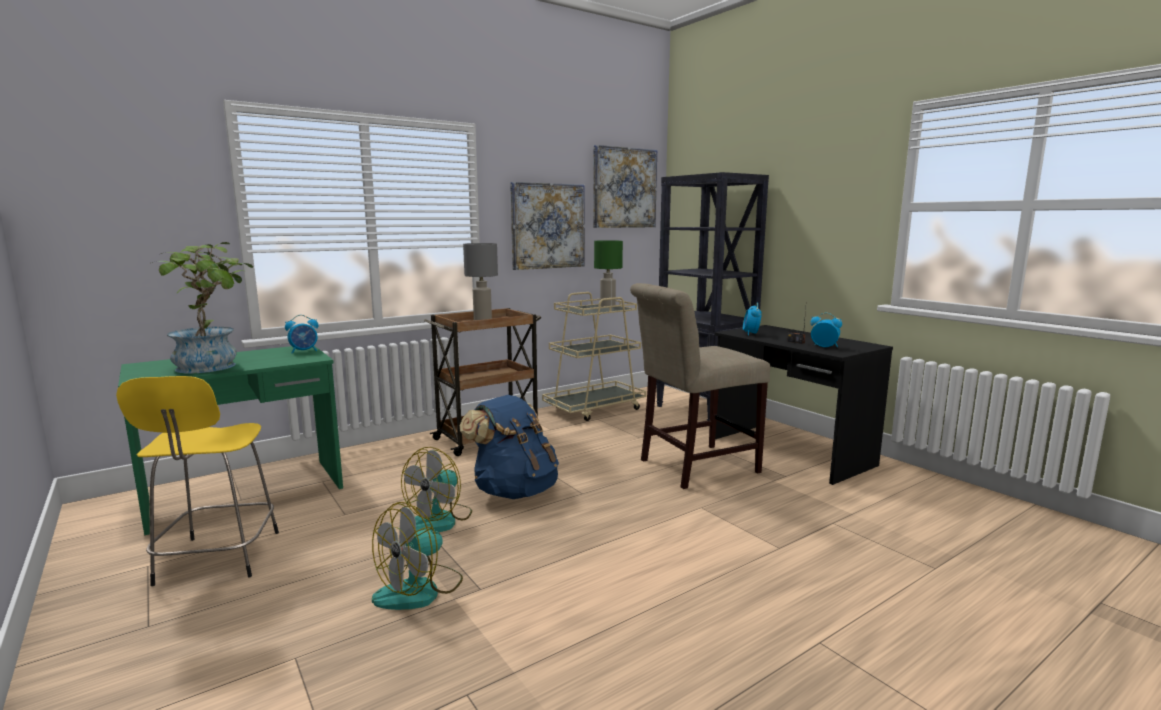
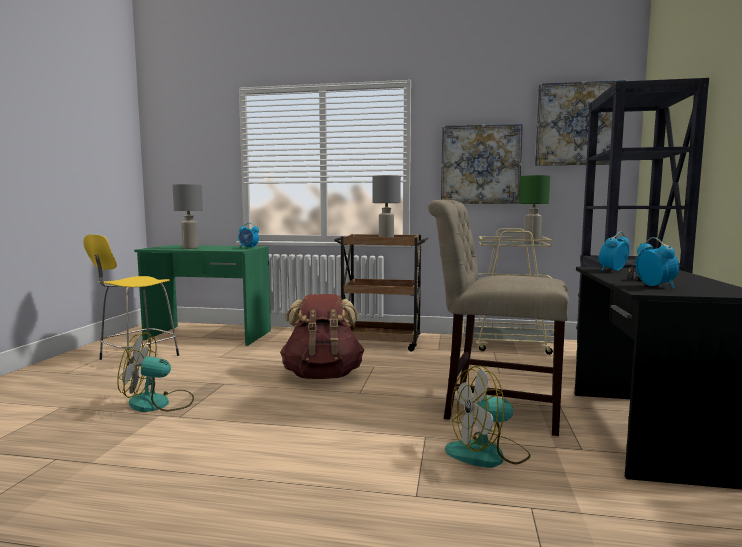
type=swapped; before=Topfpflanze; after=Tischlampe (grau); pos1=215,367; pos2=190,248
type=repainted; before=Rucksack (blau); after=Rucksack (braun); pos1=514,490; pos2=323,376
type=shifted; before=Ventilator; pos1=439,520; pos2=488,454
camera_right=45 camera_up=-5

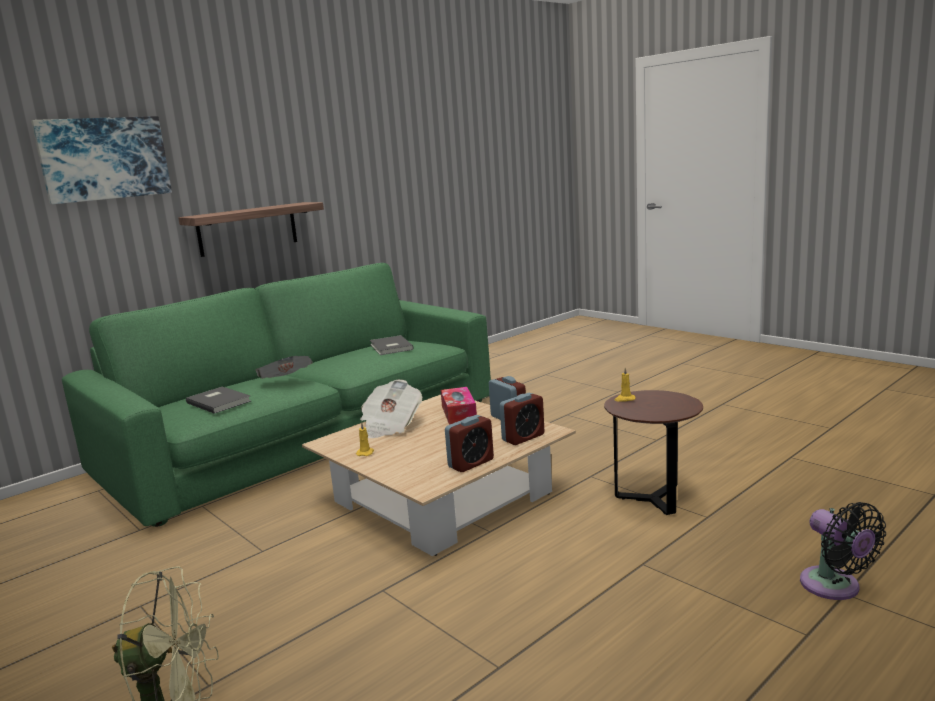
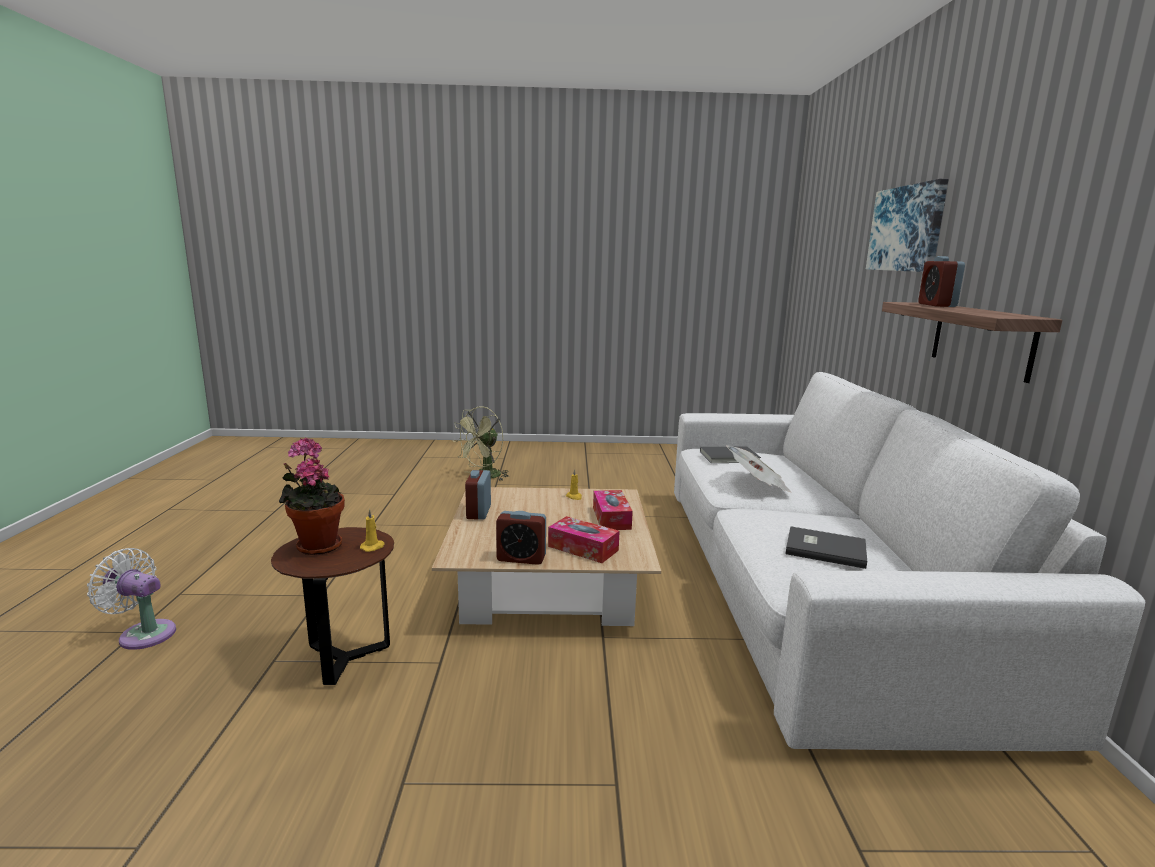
type=repainted; before=Ventilator (schwarz); after=Ventilator (weiß); pos1=834,587; pos2=143,633
type=new; after=Topfpflanze; pos2=316,545
type=swapped; before=Zeitung; after=Taschentuchbox; pos1=390,426; pos2=611,518
type=repainted; before=Sofa (grün); after=Sofa (weiß); pos1=305,436; pos2=809,585
type=shifted; before=Wecker; pos1=523,437; pos2=936,305
camera_right=130 camera_up=0

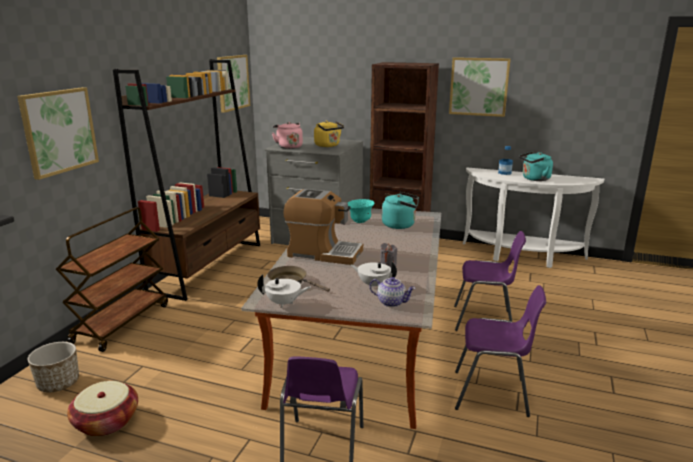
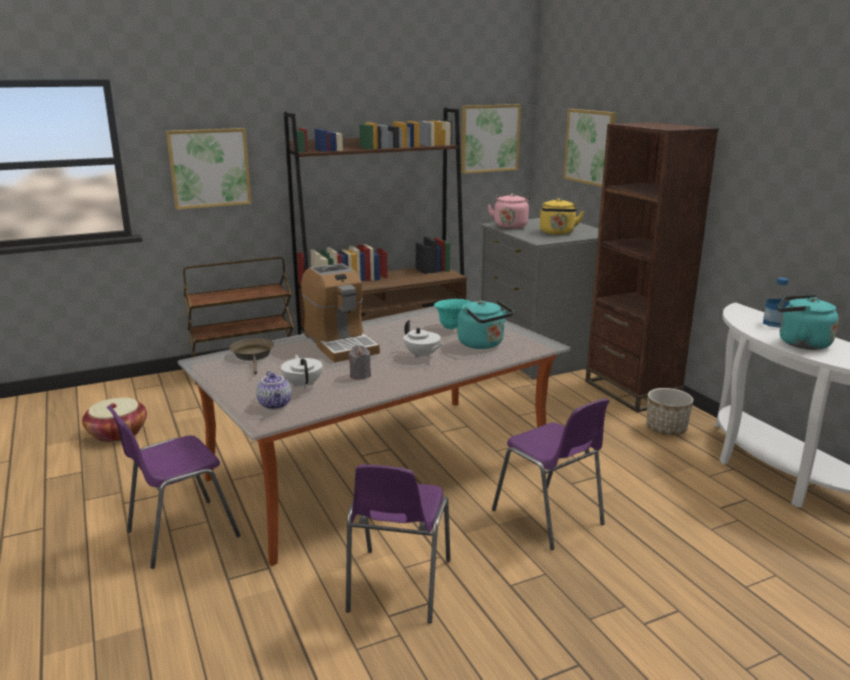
type=rotated; before=Stuhl (lila); pos1=492,394; pos2=397,587; turn=45
type=shifted; before=Teekanne (weiß); pos1=284,303; pos2=422,356
type=shifted; before=Bild; pos1=479,86; pos2=590,147
type=shifted; before=Pflanzkübel; pos1=58,383; pos2=666,429
camera_right=45 camera_up=0

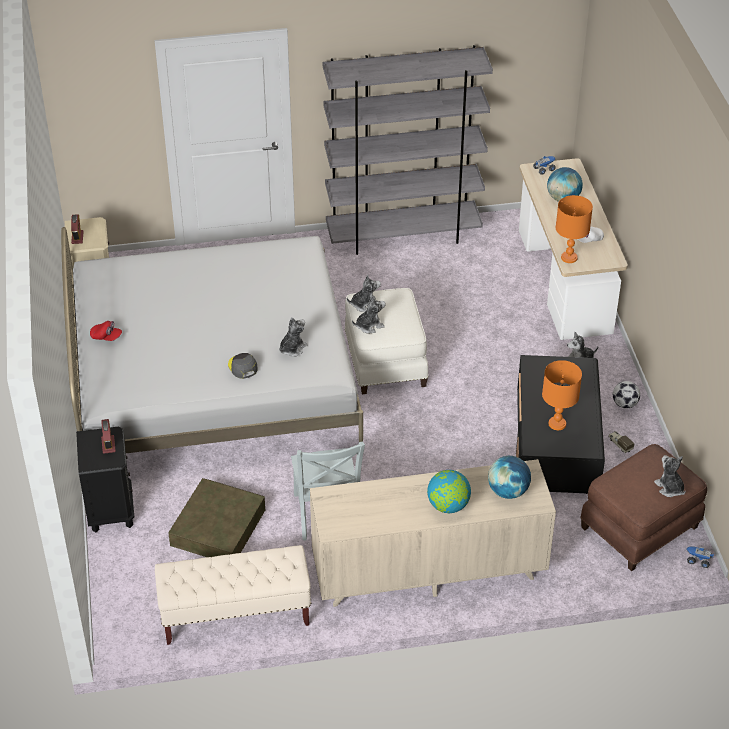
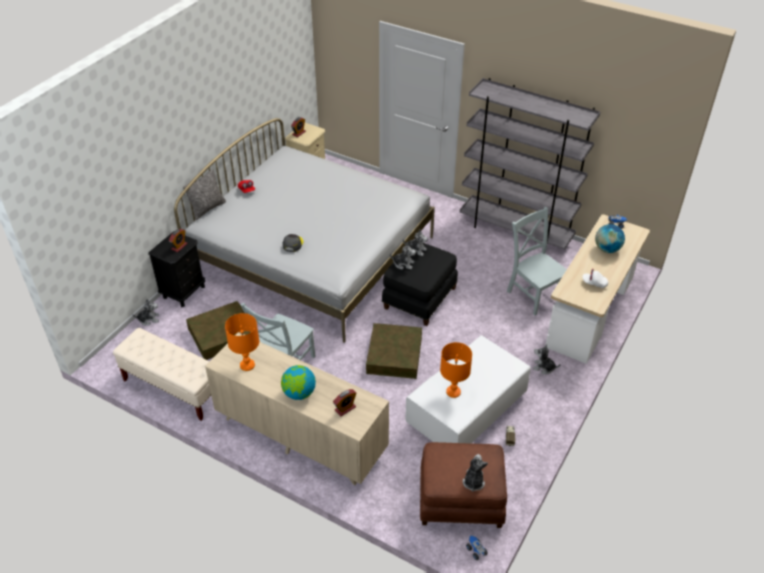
type=shifted; before=Plüschtier; pos1=292,348; pos2=149,319
type=new; after=Kissen; pos2=207,208
type=shifted; before=Tischlampe (orange); pos1=569,257; pos2=247,365
type=swapped; before=Globus; after=Wecker; pos1=508,491; pos2=345,408
type=new; after=Aufbewahrungsbox (braun); pos2=394,355
type=repainted; before=Polsterhocker (weiß); after=Polsterhocker (schwarz); pos1=384,362; pos2=419,297
type=repainted; before=Couchtisch (schwarz); after=Couchtisch (weiß); pos1=555,445; pos2=466,410
type=new; after=Stuhl (grau); pos2=533,294
type=gone; before=Fußball; pos1=624,404
camera_right=40 camera_up=0

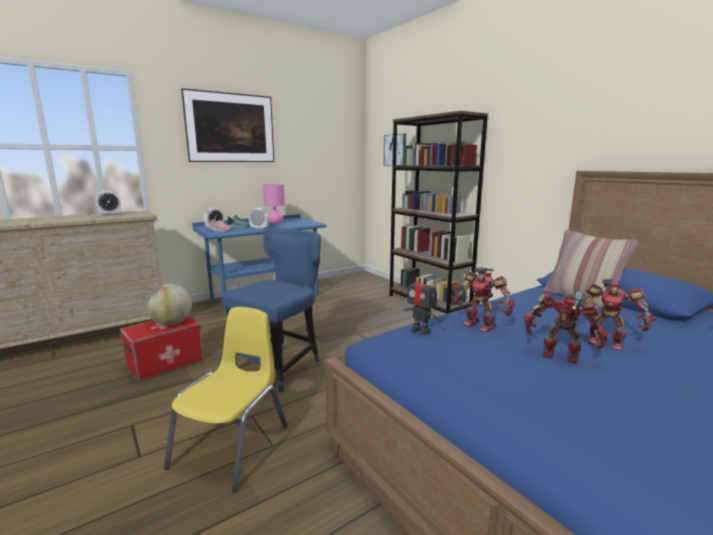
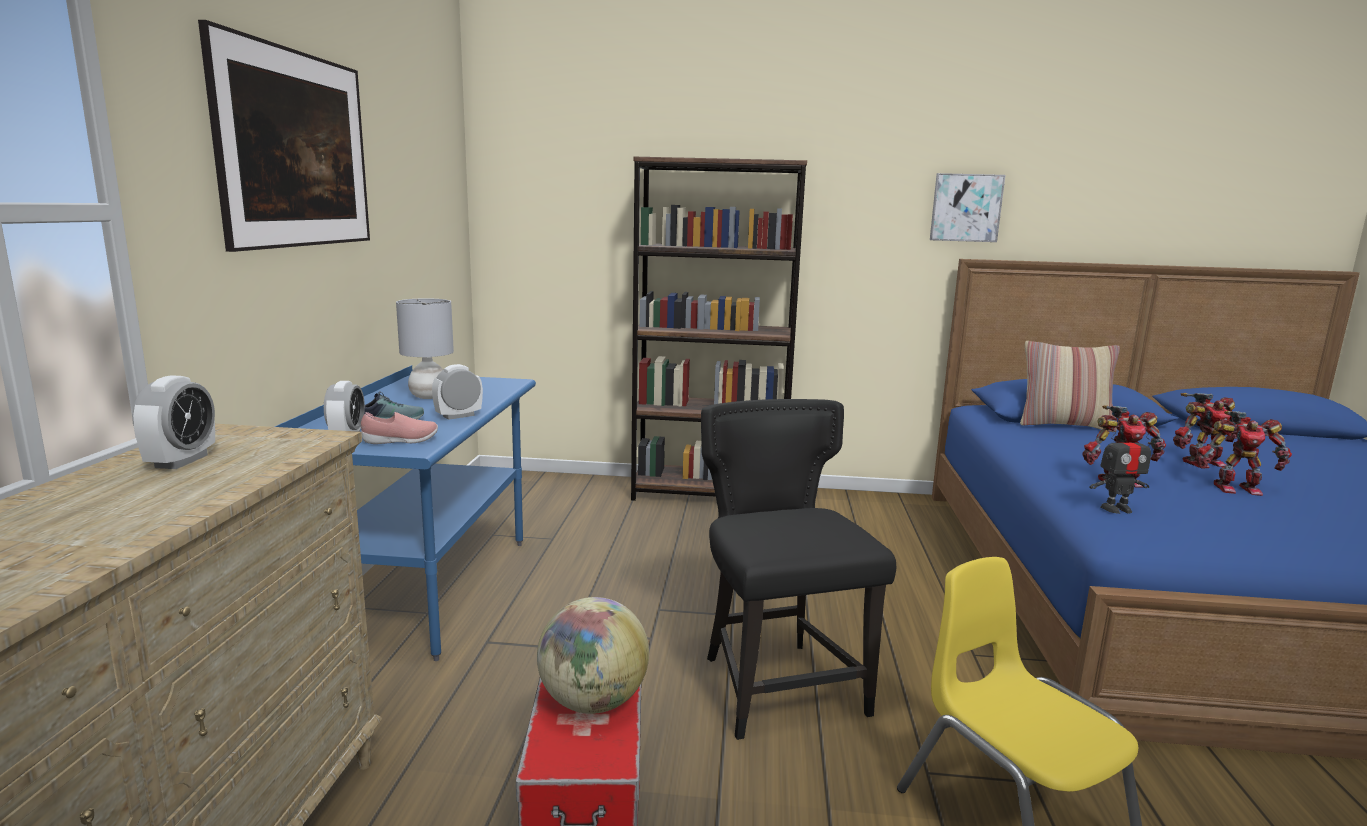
type=repainted; before=Tischlampe (rosa); after=Tischlampe (grau); pos1=275,223; pos2=428,396
type=repainted; before=Stuhl (blau); after=Stuhl (schwarz); pos1=280,367; pos2=778,685
type=shifted; before=Bild; pos1=395,150; pos2=966,208
type=rotated; before=Spielzeugroboter; pos1=560,357; pos2=1235,488; turn=-150
camera_right=-50 camera_up=0

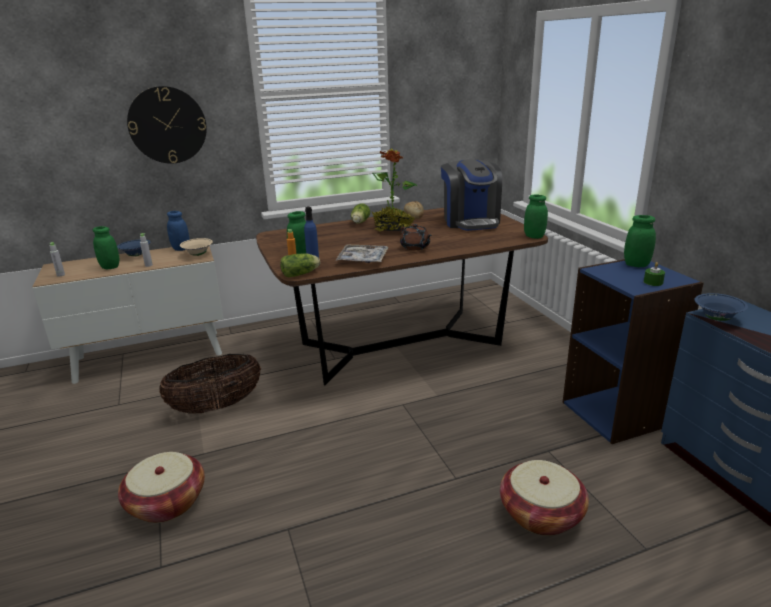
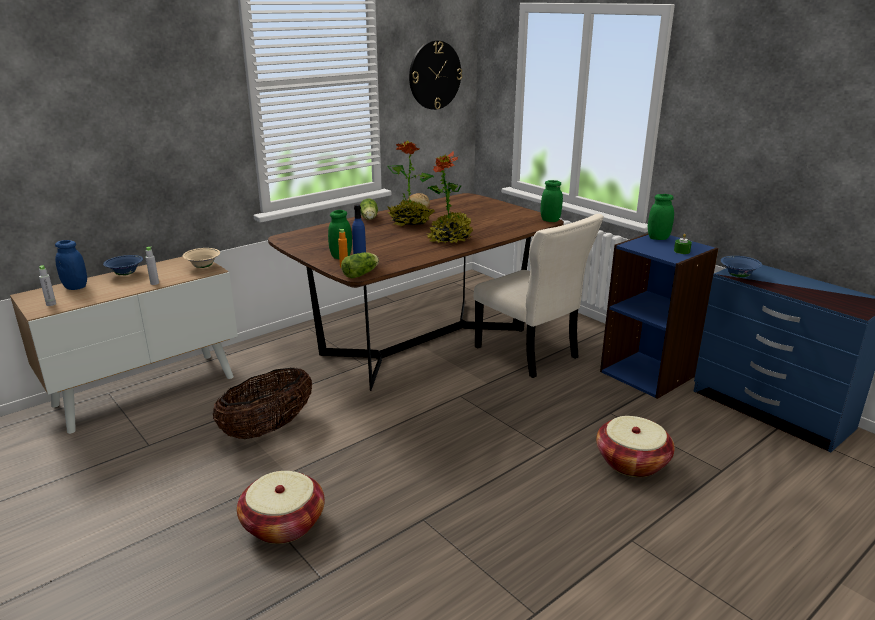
type=shifted; before=Vorratsglas (blau); pos1=181,249; pos2=75,287
type=shifted; before=Wanduhr; pos1=167,125; pos2=434,75
type=swapped; before=Teekanne (braun); after=Topfpflanze; pos1=415,247; pos2=450,239
type=new; after=Stuhl (beige); pos2=529,354
type=gone; before=Vorratsglas (grün); pos1=110,267
type=gone; before=Tablett; pos1=363,259
type=gone; before=Kaffeemaschine; pos1=470,221
camera_right=-20 camera_up=0

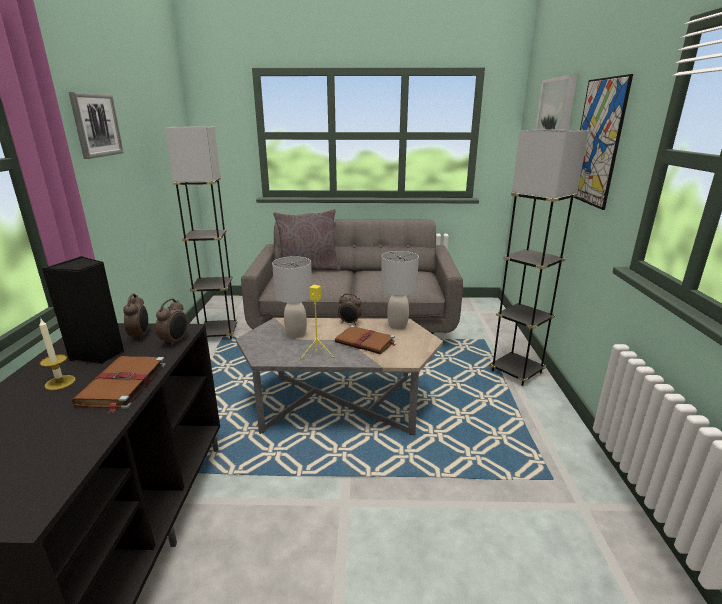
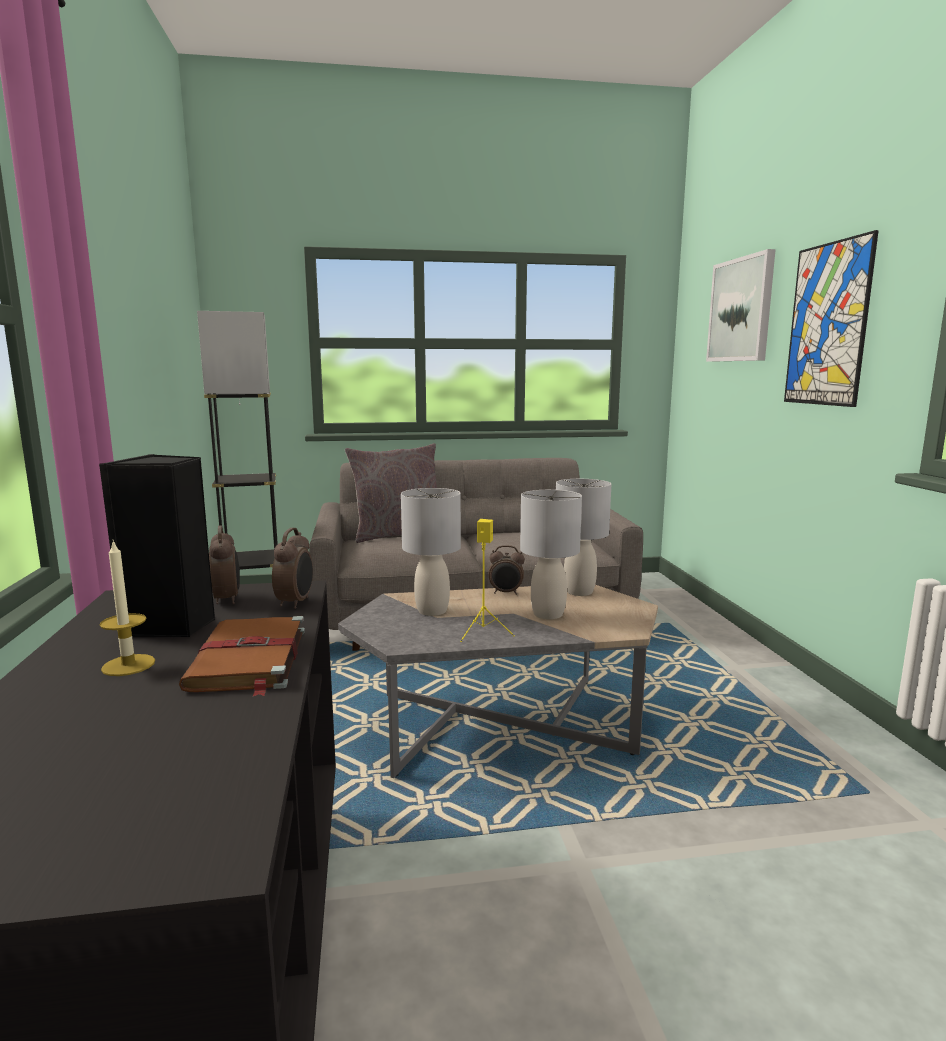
type=swapped; before=Buch (braun); after=Tischlampe (grau); pos1=366,342; pos2=547,614
type=gone; before=Bild; pos1=96,125
type=gone; before=Stehlampe (schwarz); pos1=516,372
camera_right=-10 camera_up=-10

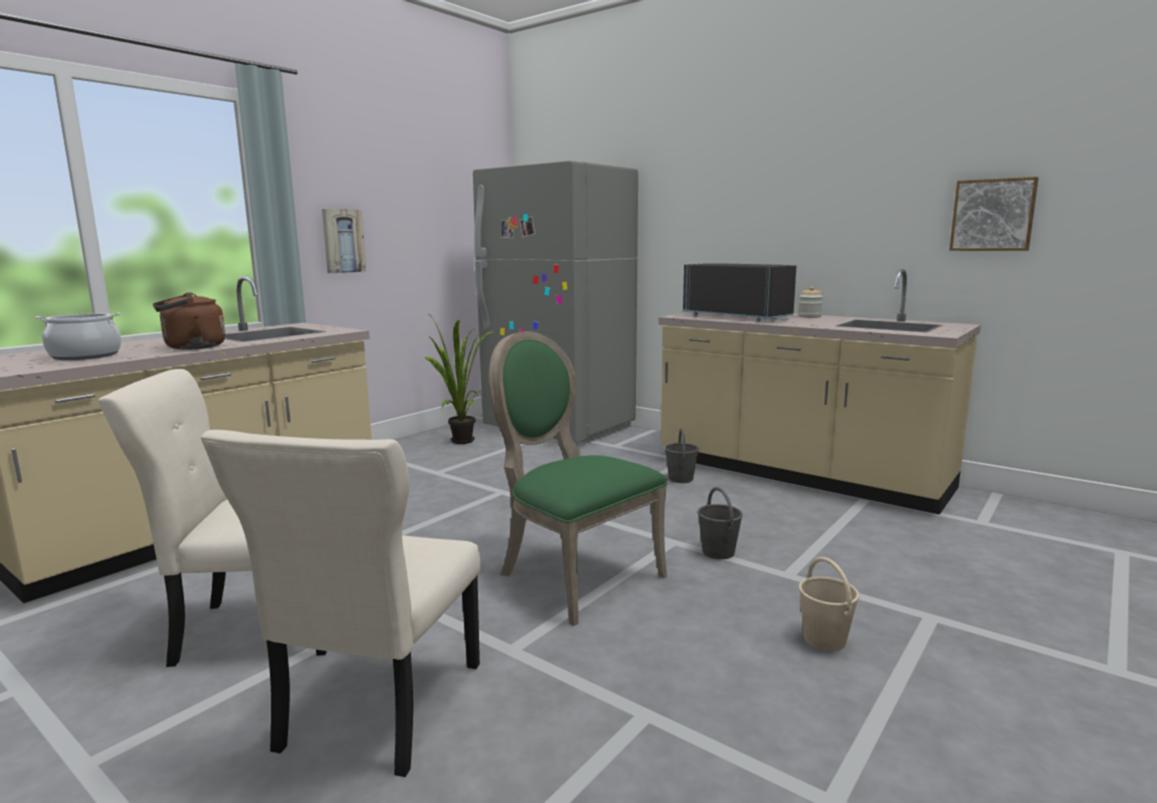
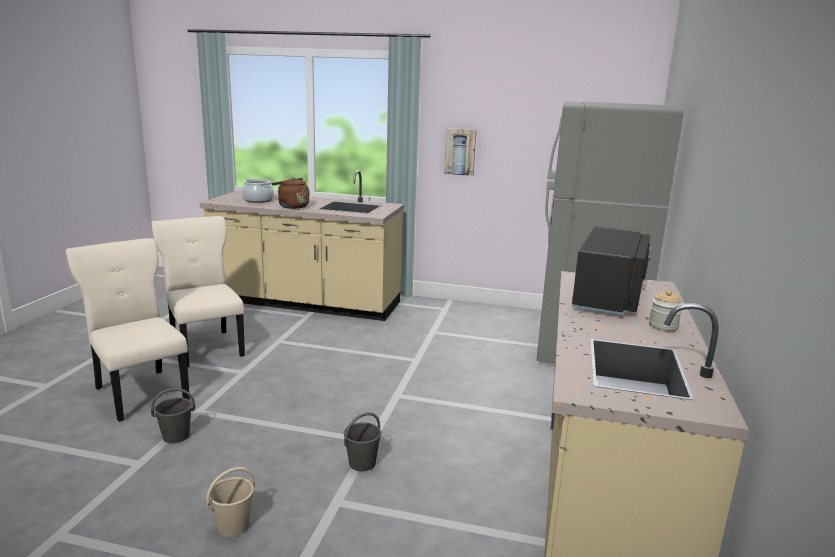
type=rotated; before=Stuhl (beige); pos1=377,710; pos2=140,392; turn=60
type=shifted; before=Eimer (grau); pos1=681,479; pos2=175,436
type=gone; before=Topfpflanze; pos1=460,443
type=gone; before=Stuhl (grün); pos1=573,575
type=gone; before=Bild; pos1=993,215
camera_right=65 camera_up=5

